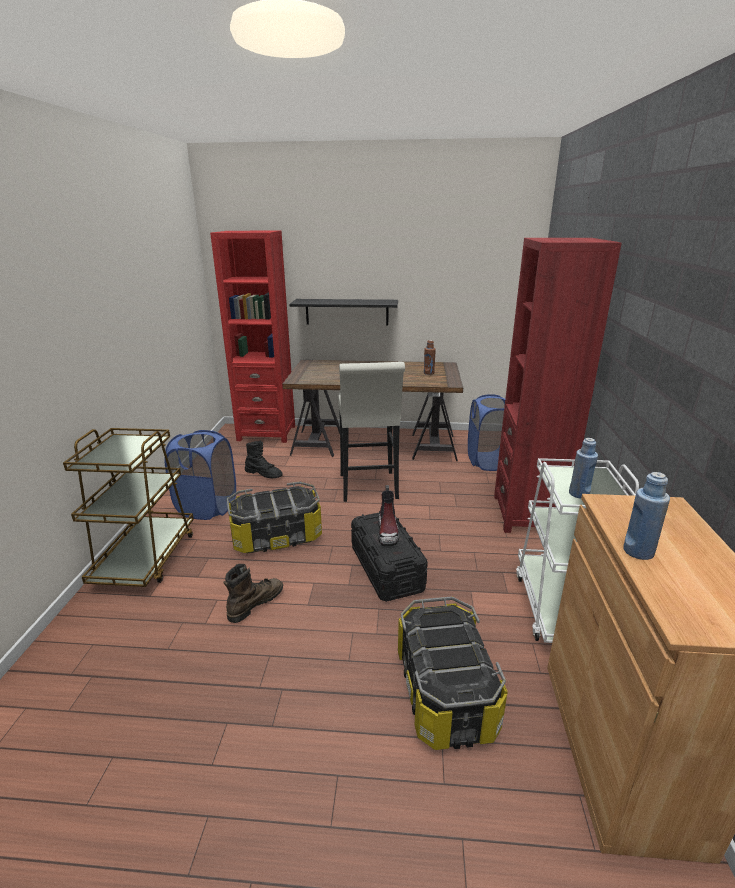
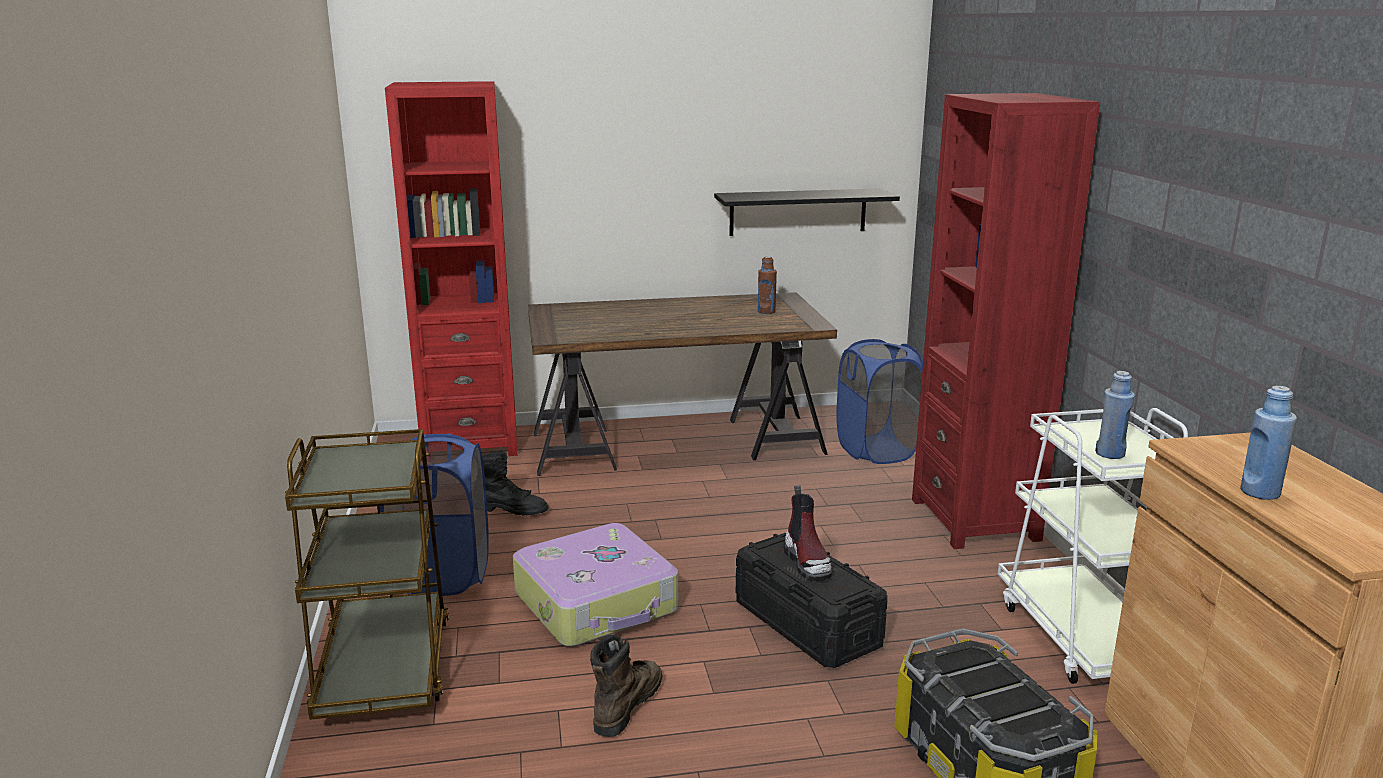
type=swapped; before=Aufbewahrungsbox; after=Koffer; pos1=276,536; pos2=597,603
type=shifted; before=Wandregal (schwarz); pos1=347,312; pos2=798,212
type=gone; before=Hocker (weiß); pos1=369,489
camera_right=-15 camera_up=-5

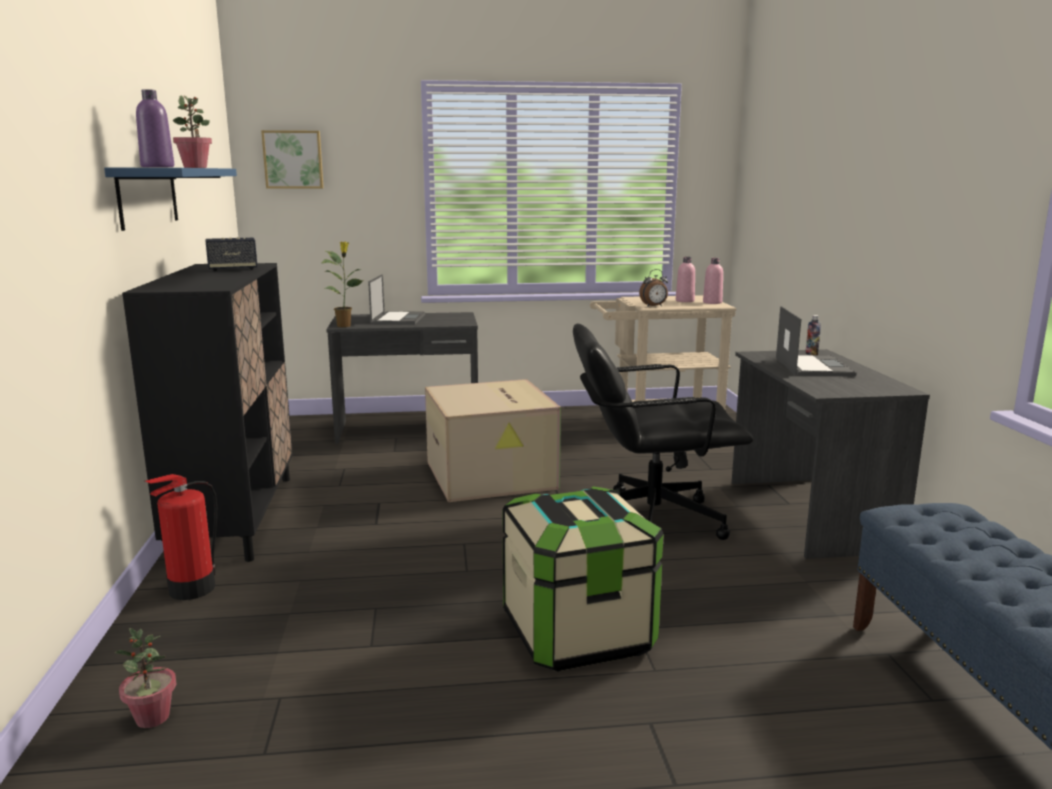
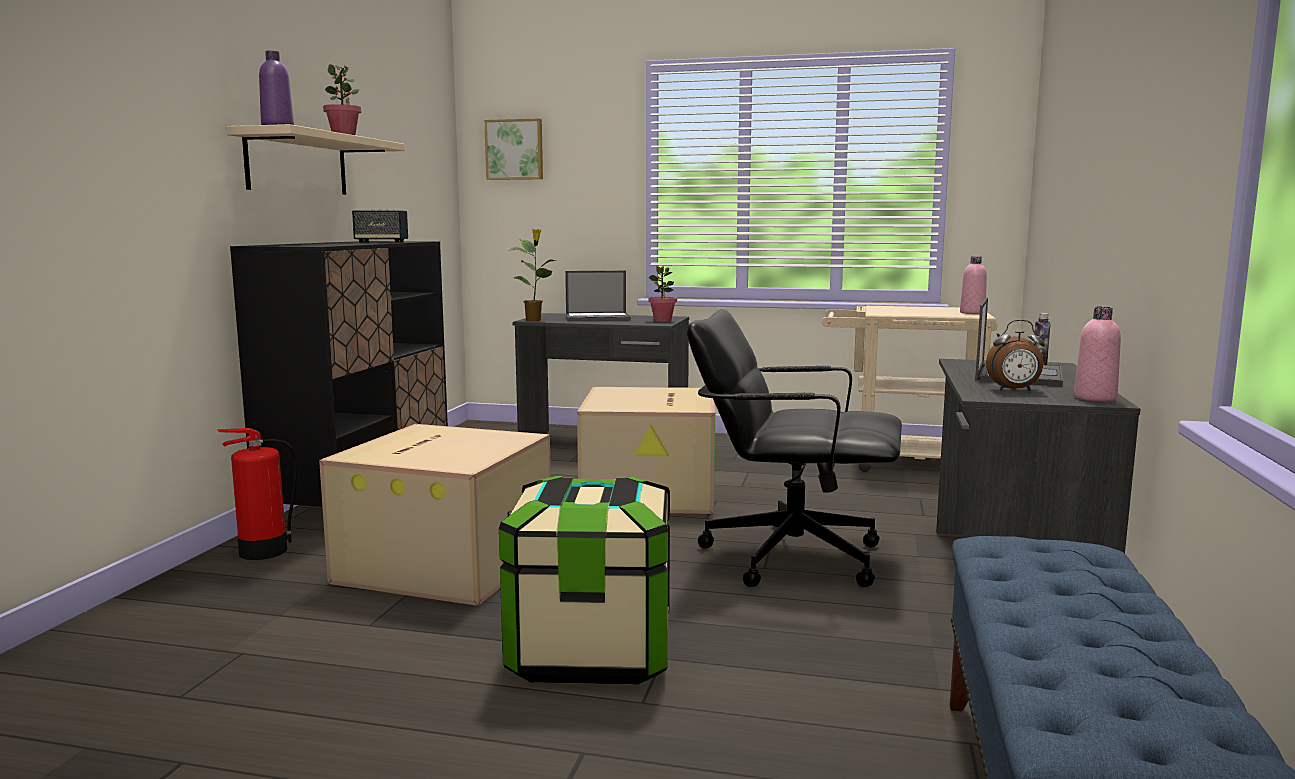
type=repainted; before=Wandregal (blau); after=Wandregal (beige); pos1=148,196; pos2=297,164
type=new; after=Karton; pos2=445,562
type=rotated; before=Laptop; pos1=398,319; pos2=598,318; turn=60
type=shifted; before=Topfpflanze; pos1=152,718; pos2=662,320
type=shifted; before=Wecker; pos1=654,306; pos2=1014,390
type=shifted; before=Flasche (rosa); pos1=685,301; pos2=1095,398
camera_right=20 camera_up=-5

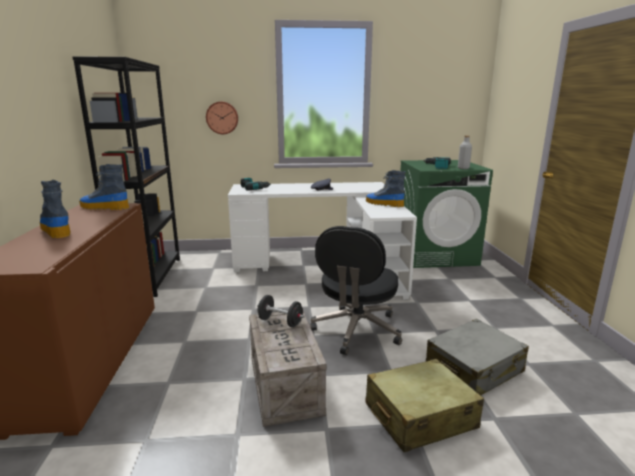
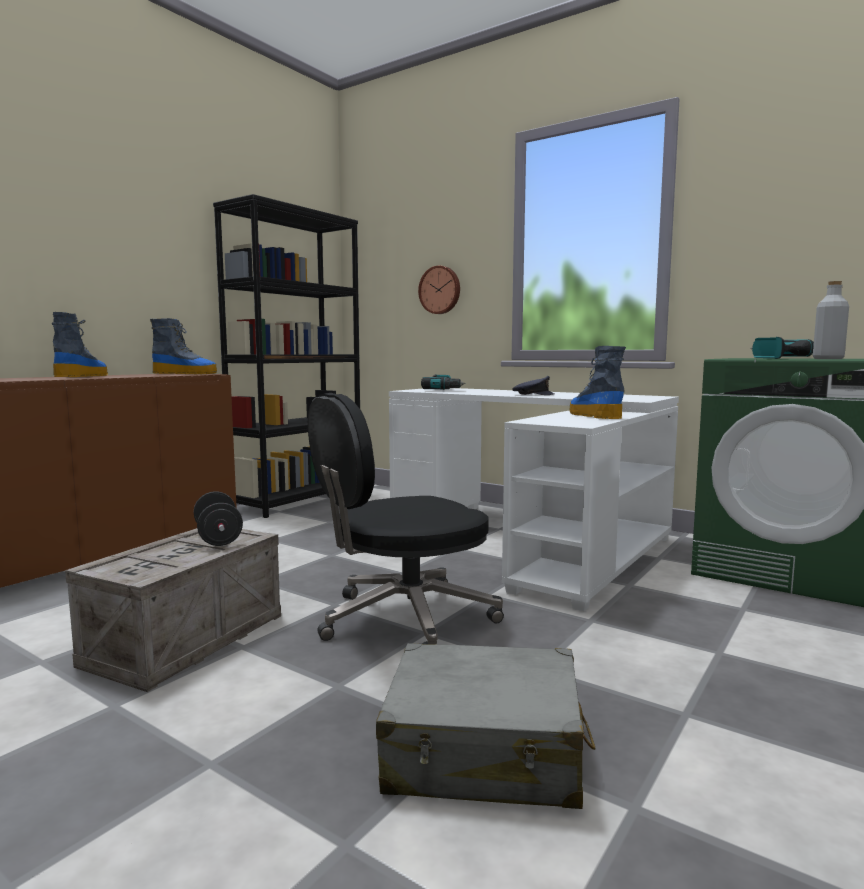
type=rotated; before=Stiefel; pos1=103,207; pos2=186,373; turn=135
type=gone; before=Koffer (beige); pos1=419,416
camera_right=40 camera_up=-10

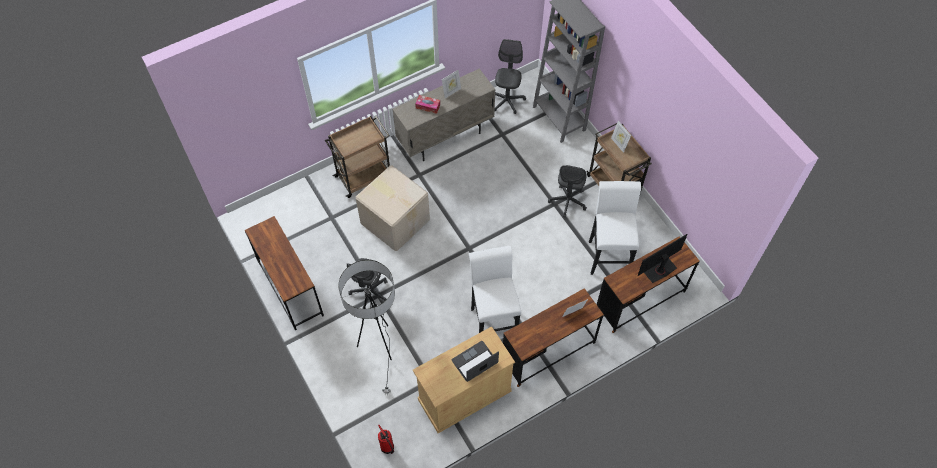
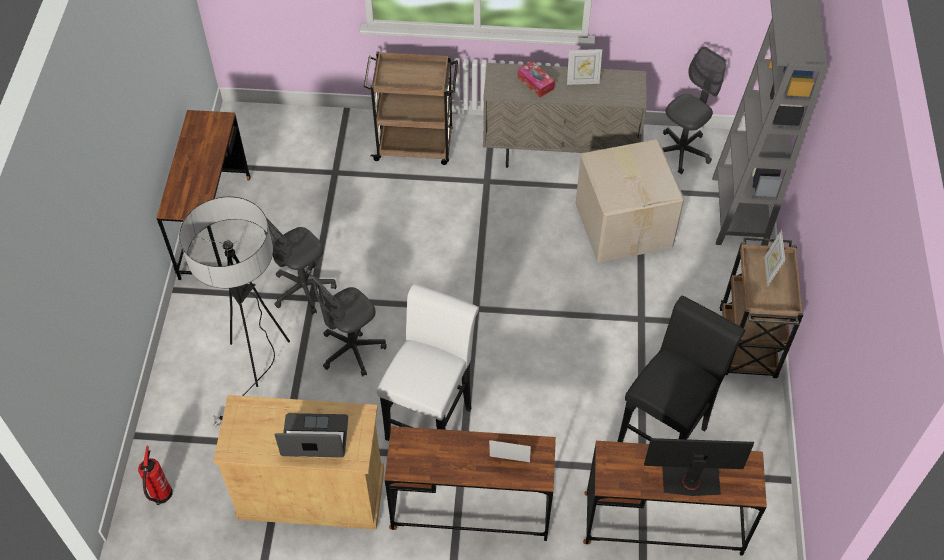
type=shifted; before=Bürostuhl (grau); pos1=568,201; pos2=352,350
type=shifted; before=Karton; pos1=395,220; pos2=624,224
type=repainted; before=Hocker (weiß); after=Hocker (schwarz); pos1=608,254; pos2=666,431
camera_right=35 camera_up=-5

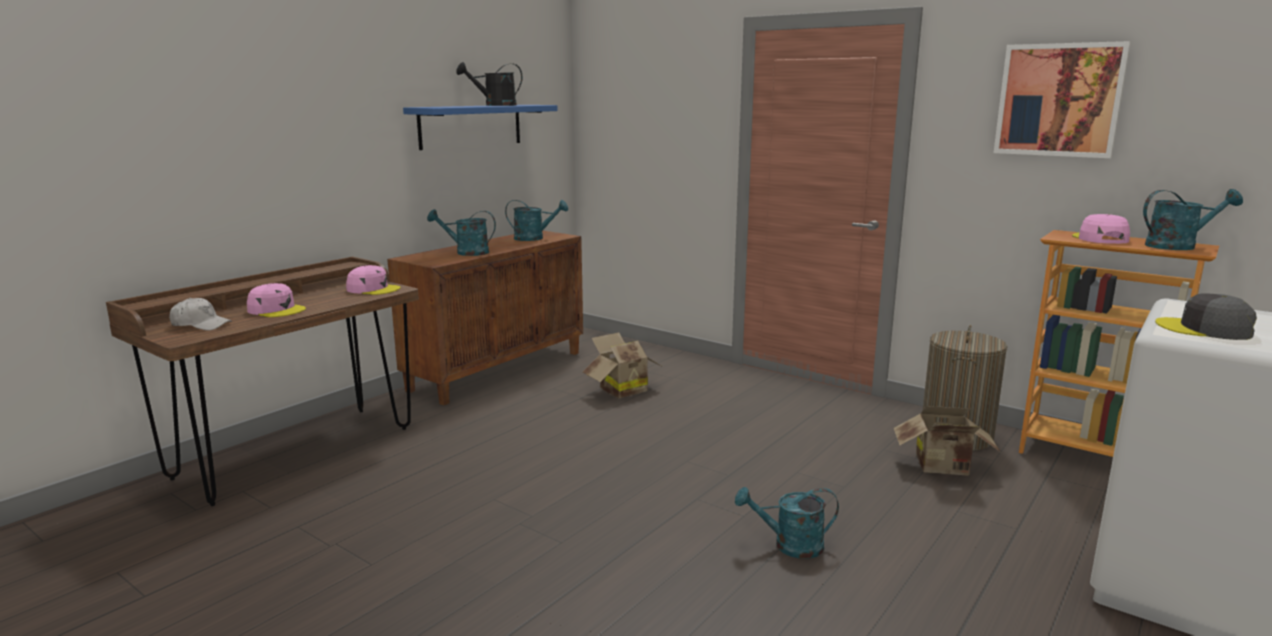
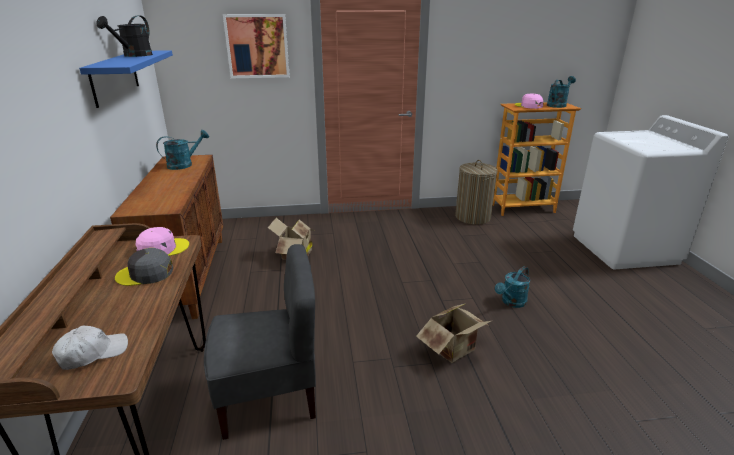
type=shifted; before=Kappe (grau); pos1=1204,329; pos2=145,274
type=new; after=Stuhl (grau); pos2=269,396
type=shifted; before=Bild; pos1=1059,100; pos2=257,46
type=shifted; before=Karton; pos1=944,468; pos2=455,350
type=gone; before=Kappe (rosa); pos1=276,310
type=gone; before=Gießkanne (türkis); pos1=466,252
camera_right=-45 camera_up=10

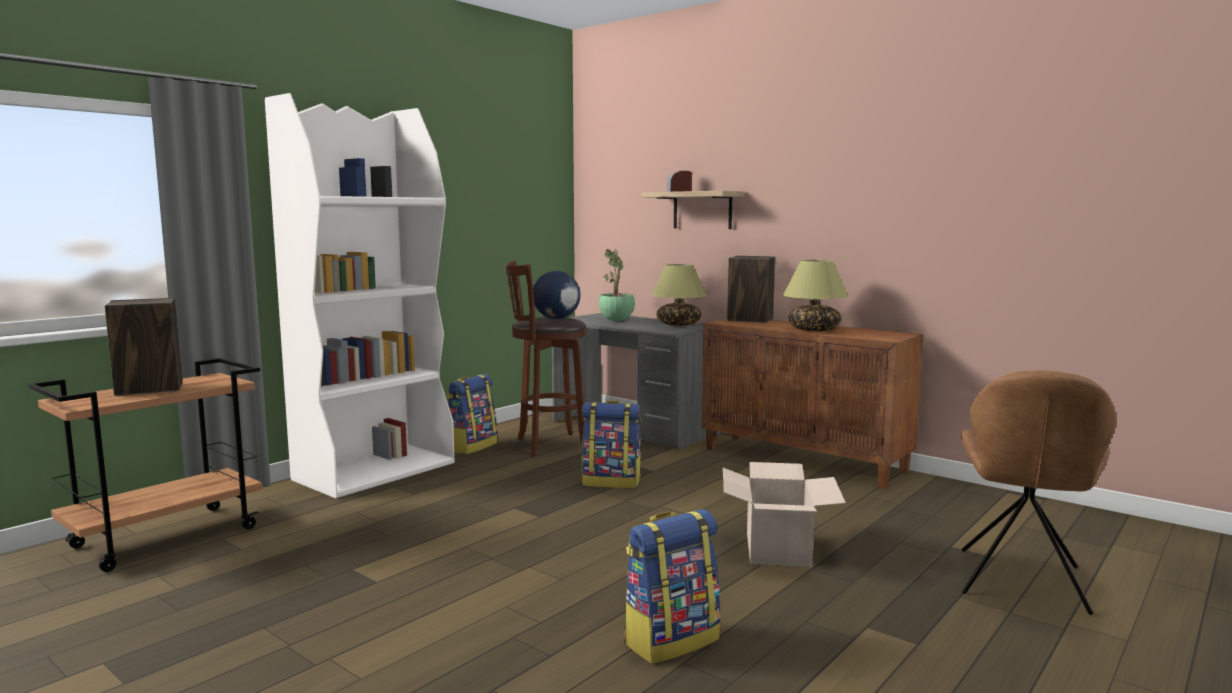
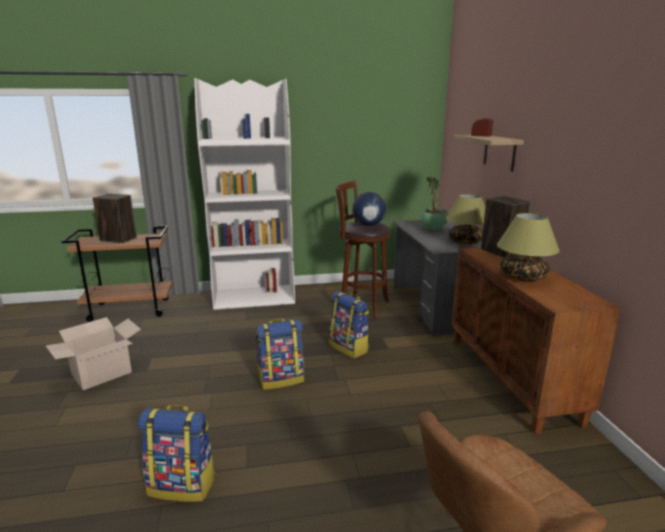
type=shifted; before=Karton; pos1=777,549; pos2=102,373
type=shifted; before=Rucksack; pos1=472,446; pos2=281,379
camera_right=40 camera_up=10

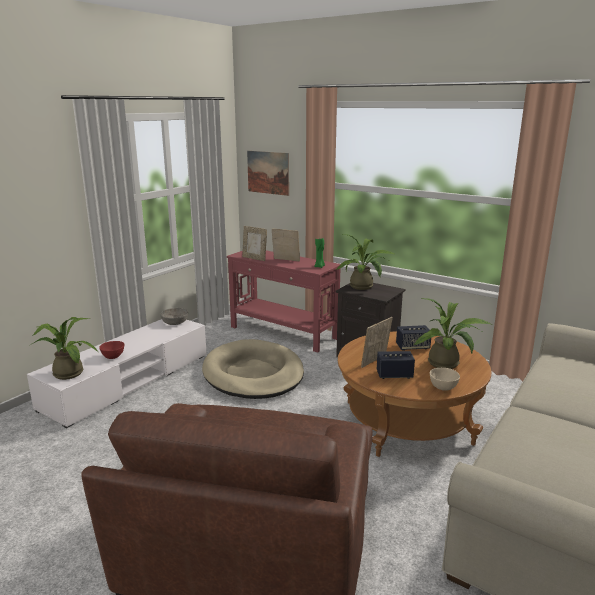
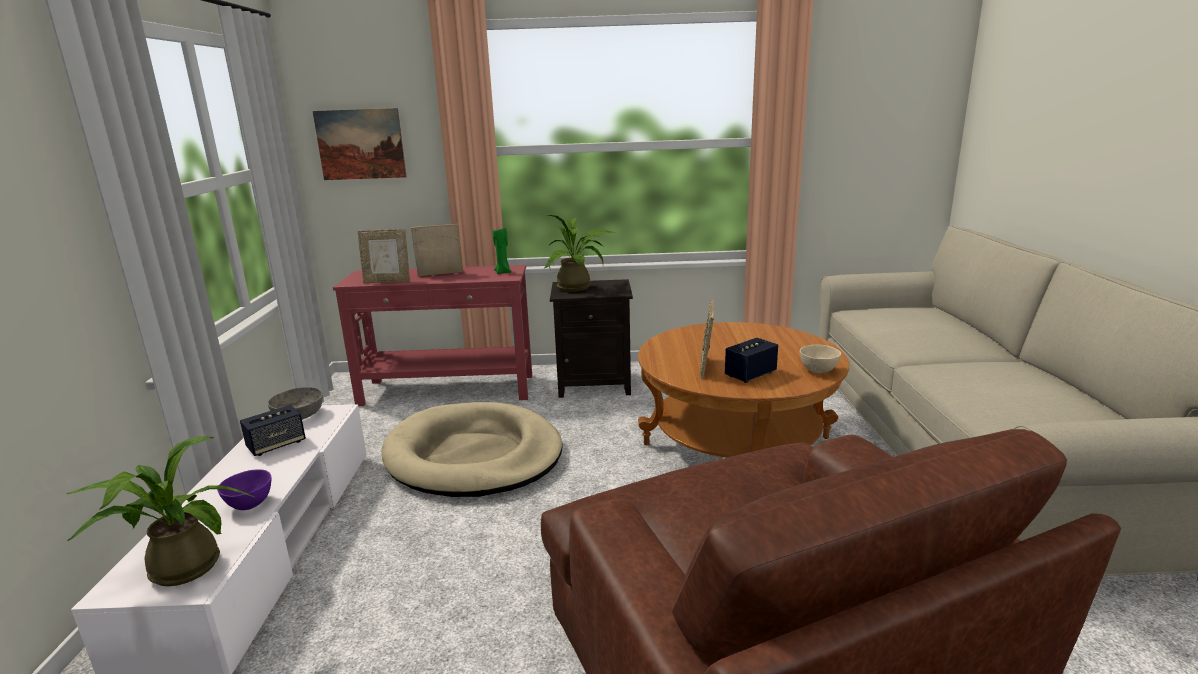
type=repainted; before=Schüssel (rot); after=Schüssel (lila); pos1=113,357; pos2=250,504
type=shifted; before=Lautsprecher; pos1=412,347; pos2=276,445
type=gone; before=Topfpflanze; pos1=447,364
camera_right=-35 camera_up=0

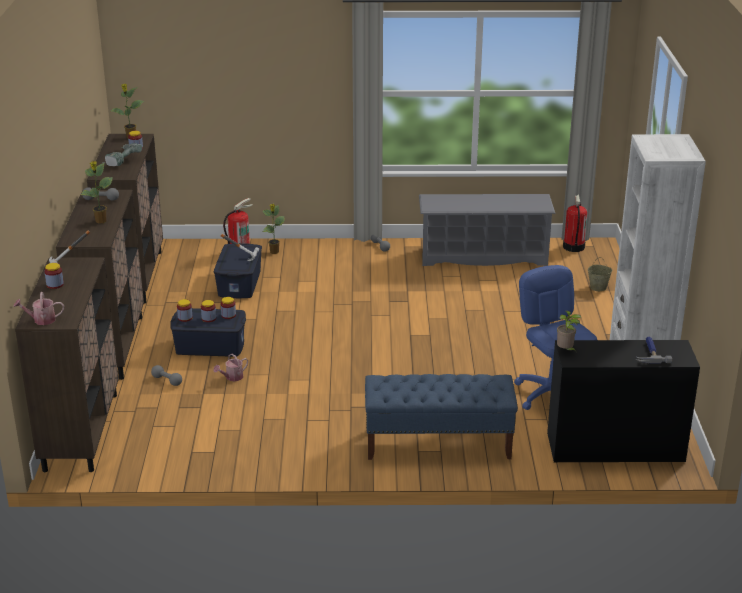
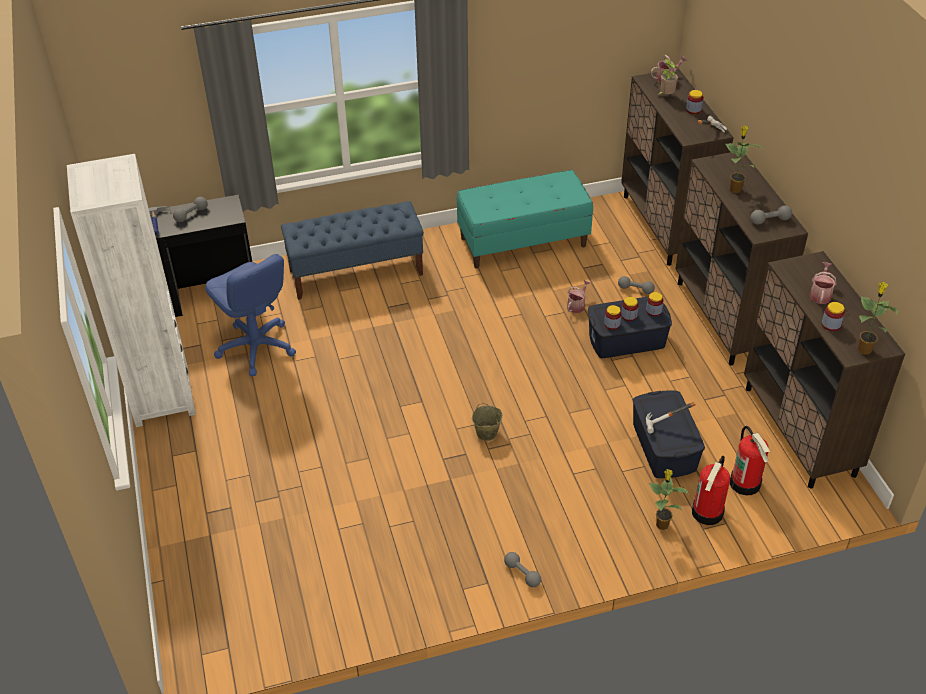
type=new; after=Hantel (grau); pos2=191,214
type=new; after=Bank (türkis); pos2=523,241
type=shifted; before=Eimer (beige); pos1=598,287; pos2=486,433
type=shifted; before=Topfpflanze; pos1=566,350; pos2=665,95
type=shifted; before=Feuerlöscher; pos1=573,247; pos2=745,483
type=swapped; before=Bohrmaschine; after=Gießkanne; pos1=122,161; pos2=820,294
type=gone; before=Schuhregal (grau); pos1=483,256
camera_right=165 camera_up=15

